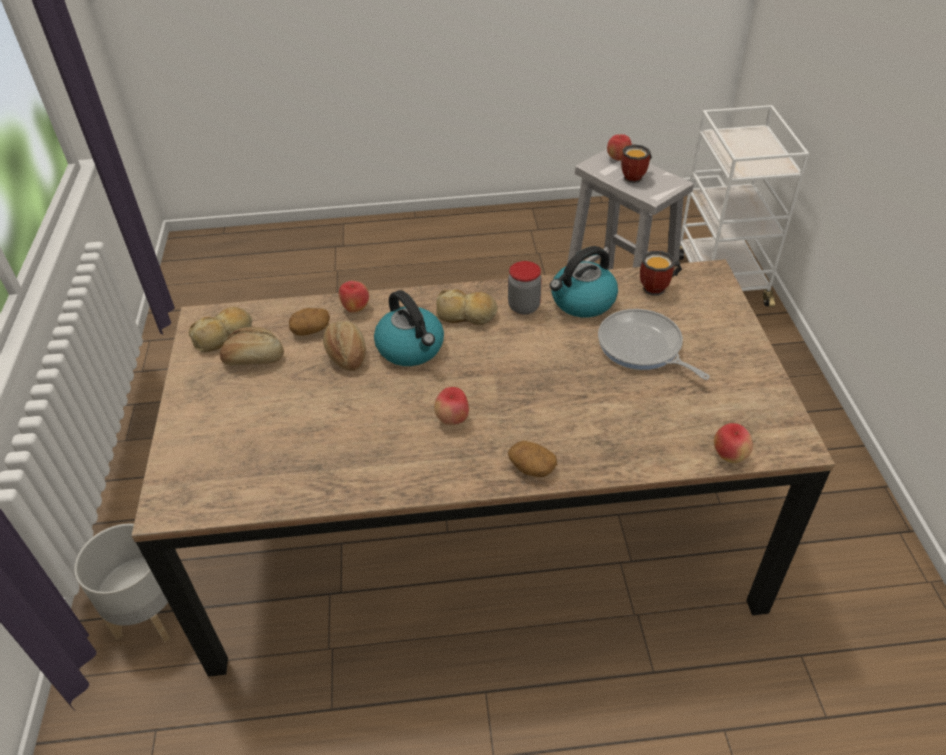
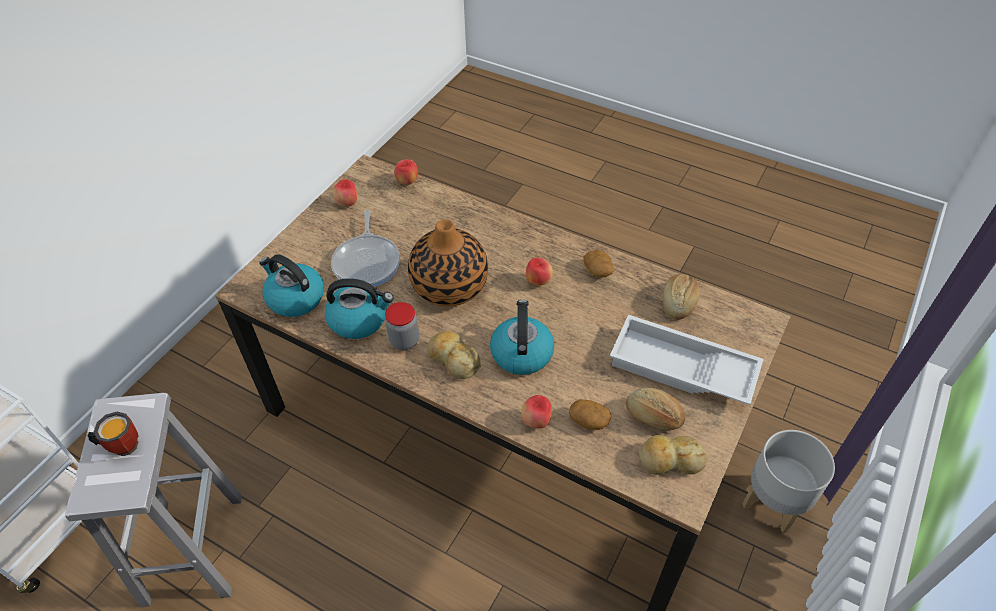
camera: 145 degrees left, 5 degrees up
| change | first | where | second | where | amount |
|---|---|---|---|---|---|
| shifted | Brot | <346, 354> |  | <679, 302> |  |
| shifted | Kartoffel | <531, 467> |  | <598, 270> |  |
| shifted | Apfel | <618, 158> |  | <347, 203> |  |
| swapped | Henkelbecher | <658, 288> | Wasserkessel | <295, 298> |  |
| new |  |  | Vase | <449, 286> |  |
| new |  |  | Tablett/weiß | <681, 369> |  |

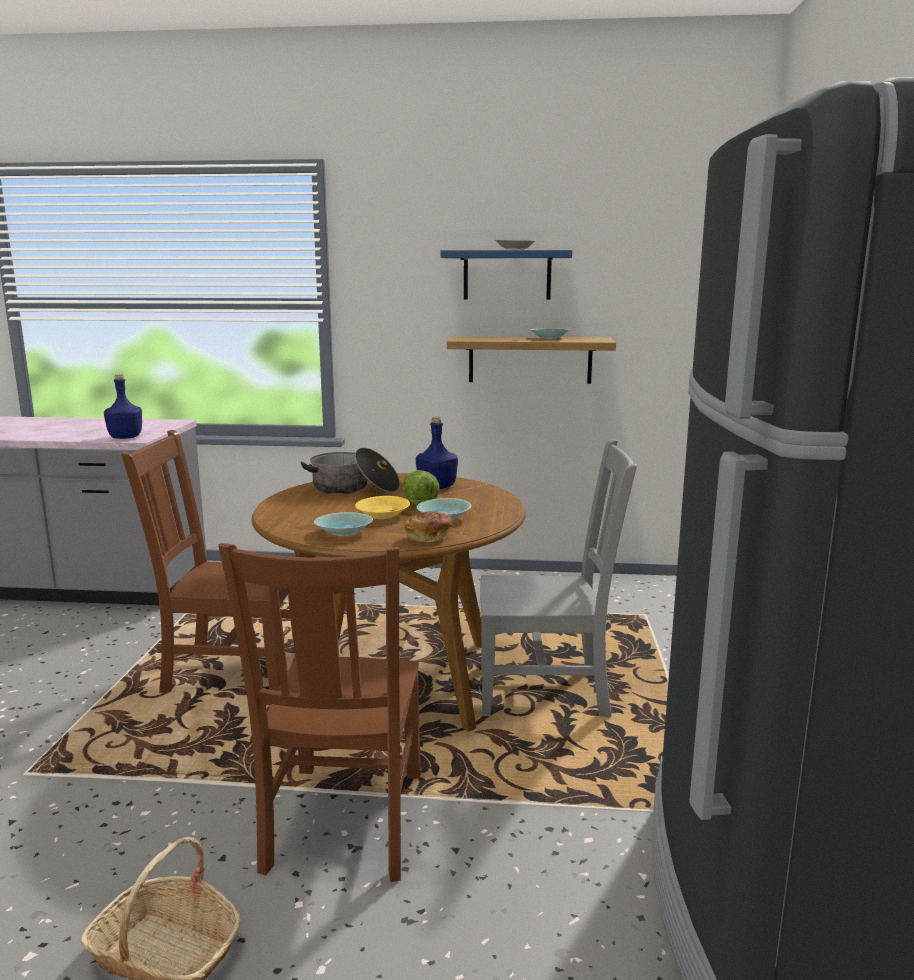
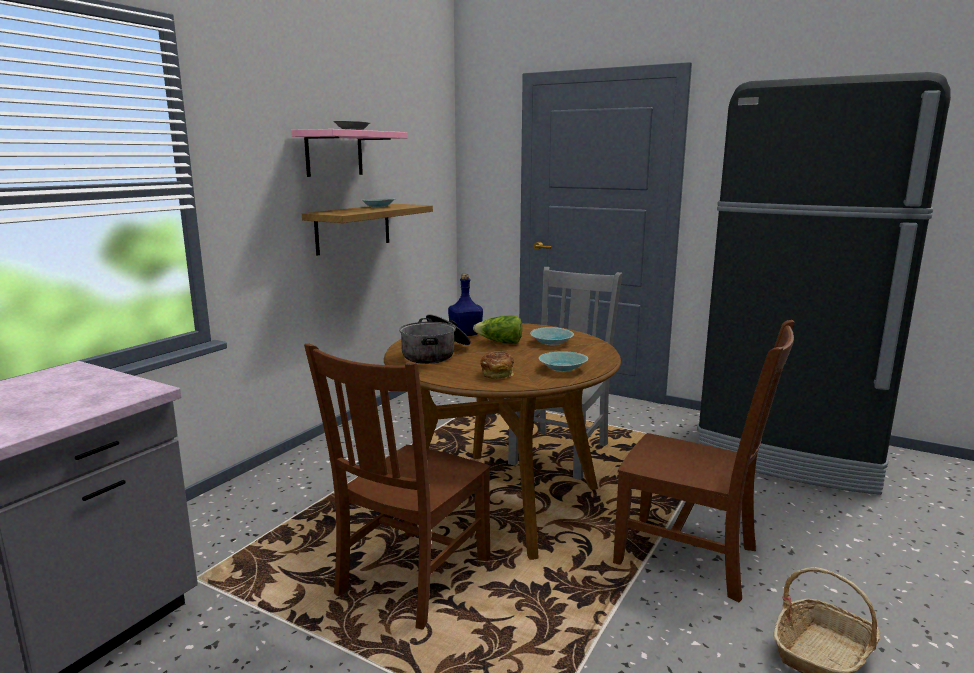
camera: 65 degrees left, 0 degrees up
| change | first | where | second | where | amount |
|---|---|---|---|---|---|
| gone | Flasche/blau | <125, 437> |  |  |  |
| gone | Schüssel/gelb | <384, 516> |  |  |  |
| shifted | Brot | <429, 537> |  | <497, 374> |  |
| repainted | Wandregal/blau | <507, 275> | Wandregal/rosa | <334, 153> |  |

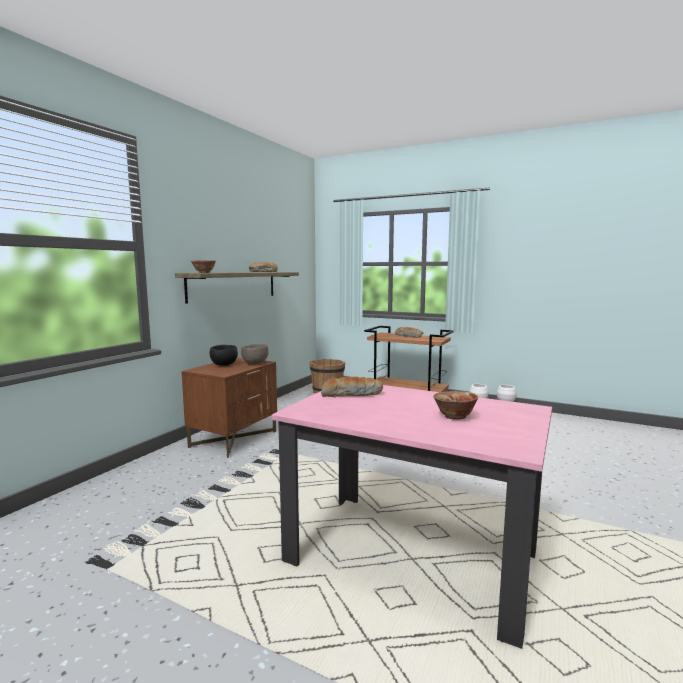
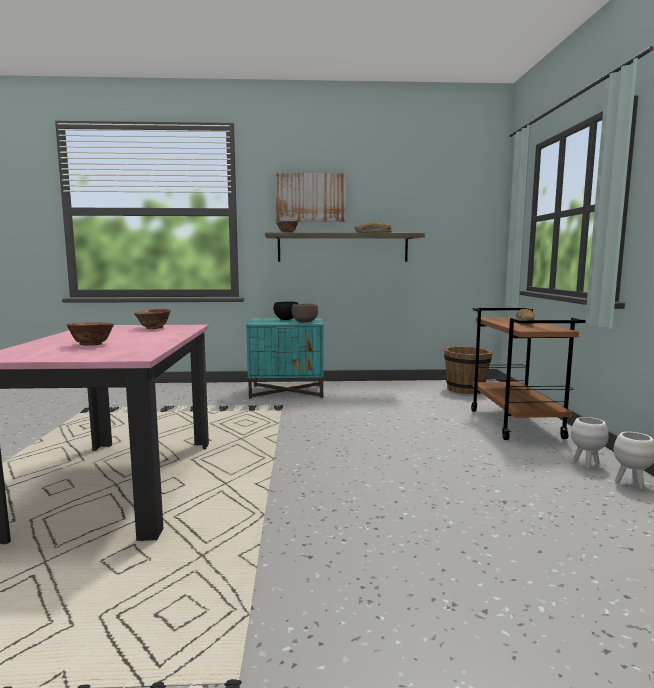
camera: 60 degrees right, 0 degrees up
| change | first | where | second | where | amount |
|---|---|---|---|---|---|
| repainted | Nachttisch/braun | <234, 439> | Nachttisch/türkis | <287, 391> |  |
| swapped | Brot | <352, 394> | Schüssel | <154, 328> |  |
| new |  |  | Bild | <310, 197> |  |

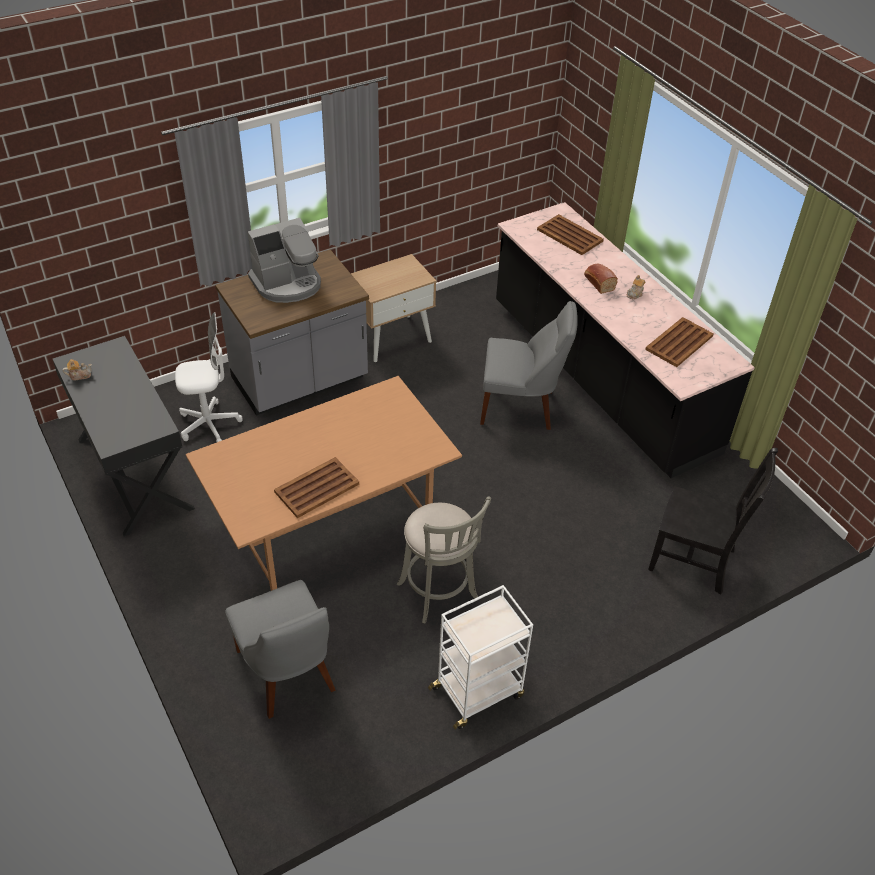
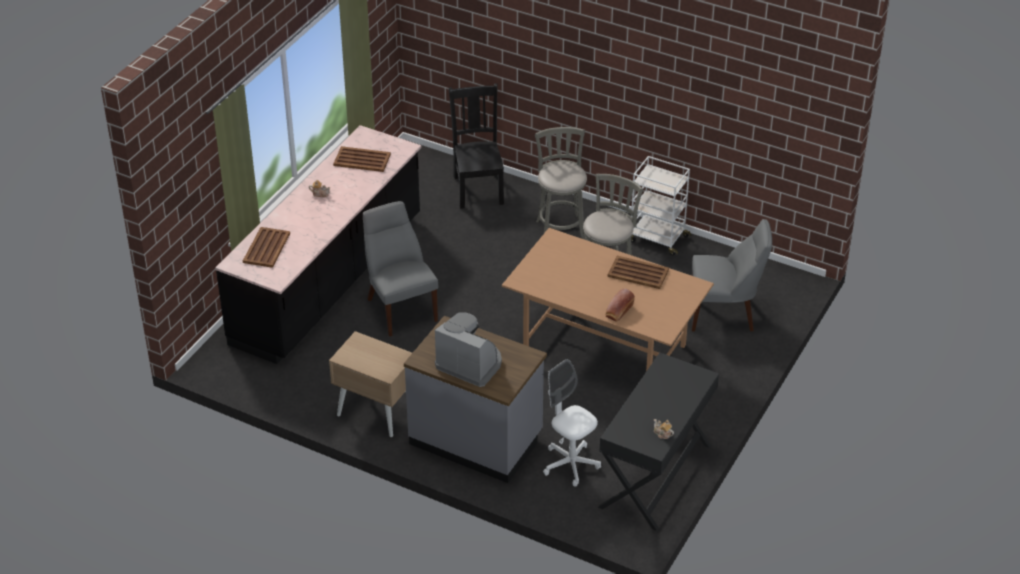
camera: 120 degrees left, 5 degrees down
| change | first | where | second | where | amount |
|---|---|---|---|---|---|
| rotated | Stuhl/grau | <288, 674> |  | <725, 314> | 60 degrees clockwise |
| shifted | Brot | <598, 282> |  | <618, 311> |  |
| new |  |  | Hocker/grau | <560, 229> |  |

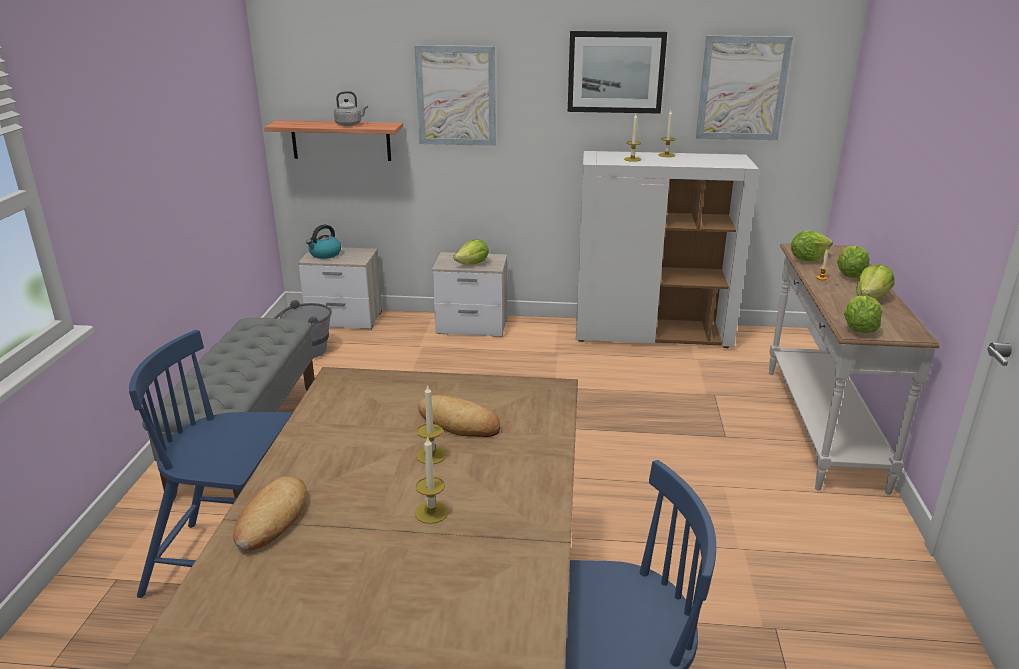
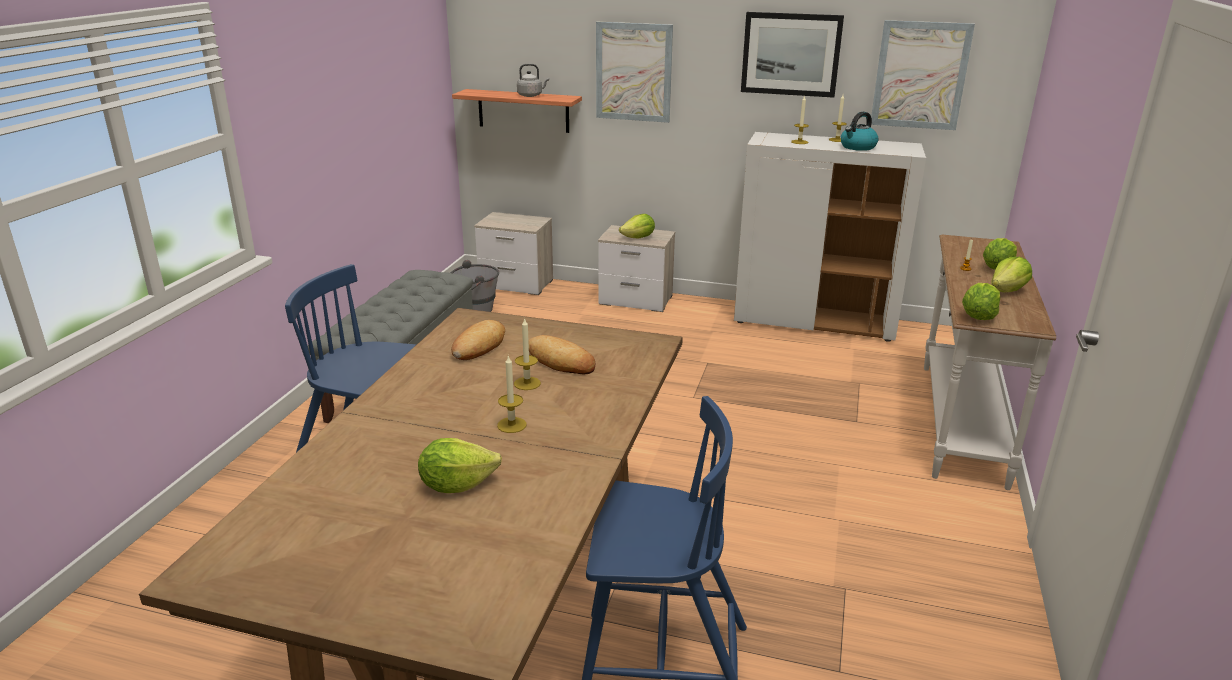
camera: 10 degrees right, 0 degrees up
| change | first | where | second | where | amount |
|---|---|---|---|---|---|
| shifted | Brot | <272, 518> |  | <479, 346> |  |
| shifted | Wasserkessel | <325, 254> |  | <857, 147> |  |
| shifted | Salatkopf | <807, 259> |  | <456, 484> |  |

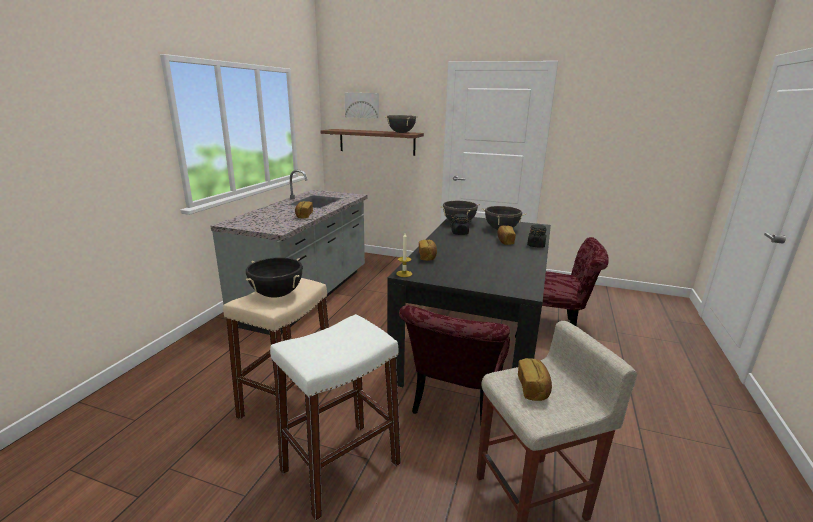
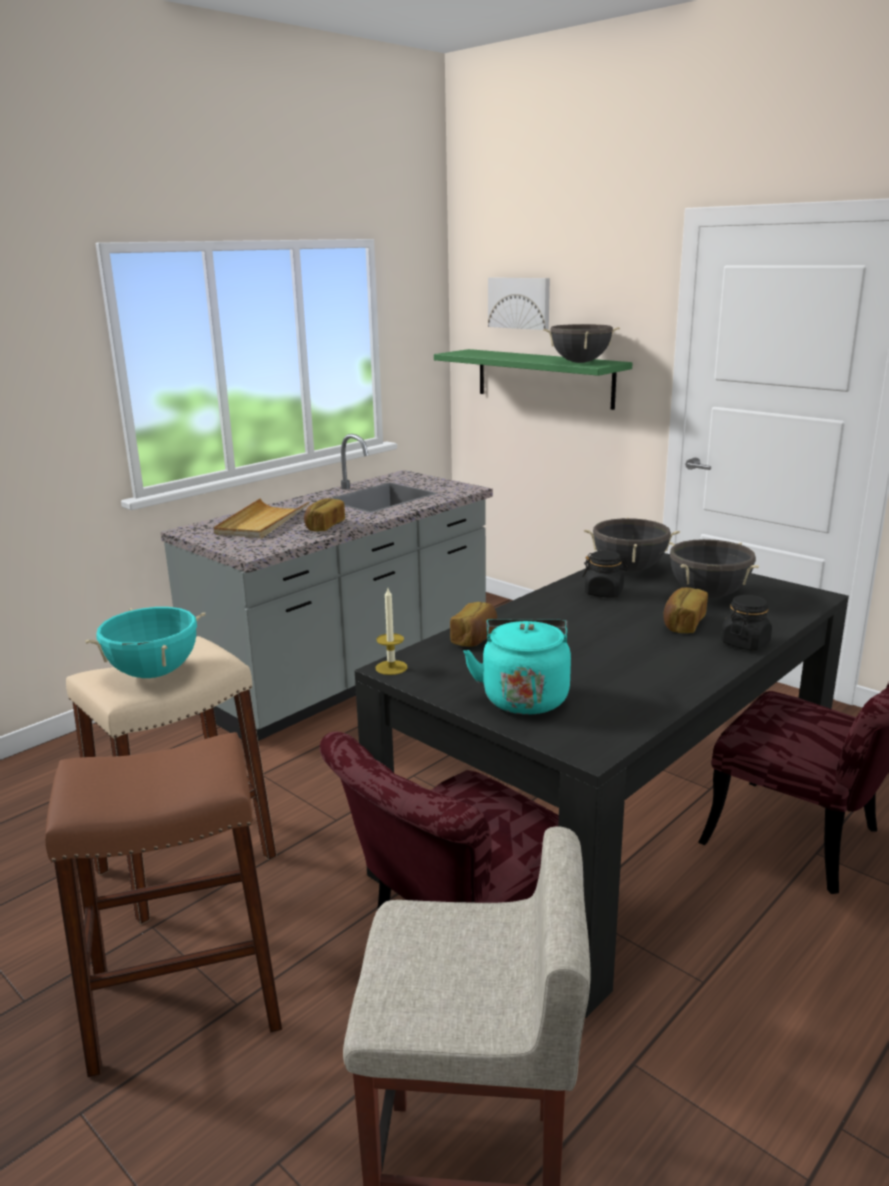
camera: 25 degrees right, 0 degrees up
| change | first | where | second | where | amount |
|---|---|---|---|---|---|
| repainted | Kochtopf/schwarz | <277, 294> | Kochtopf/türkis | <154, 673> |  |
| repainted | Hocker/weiß | <341, 466> | Hocker/braun | <186, 1002> |  |
| repainted | Wandregal/braun | <377, 142> | Wandregal/grün | <544, 378> |  |
| gone | Brot | <533, 389> |  |  |  |
| new |  |  | Tablett/beige | <262, 522> |  |
| new |  |  | Wasserkessel/türkis | <524, 697> |  |

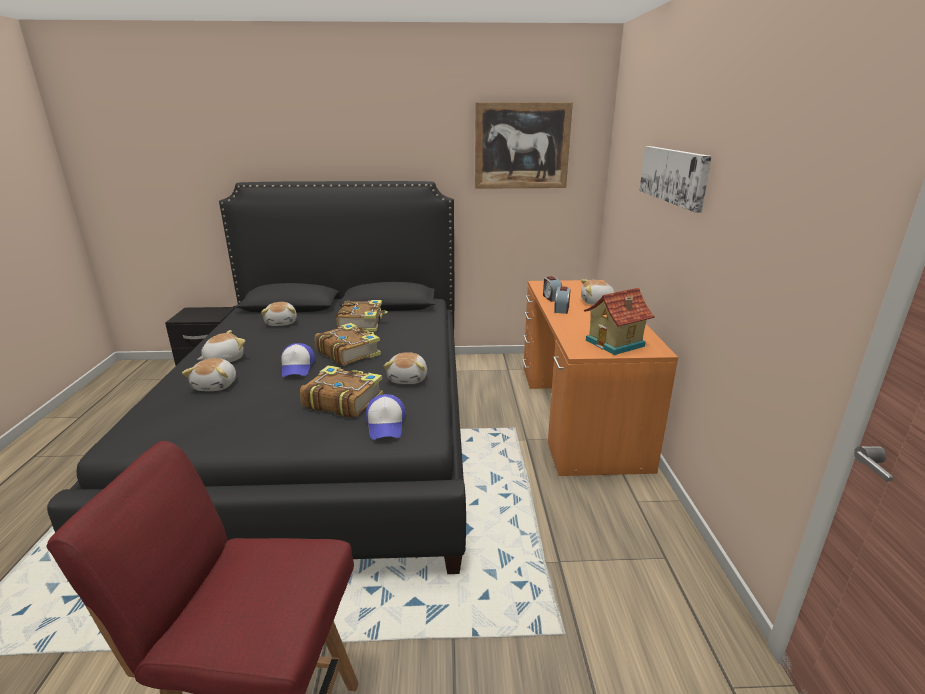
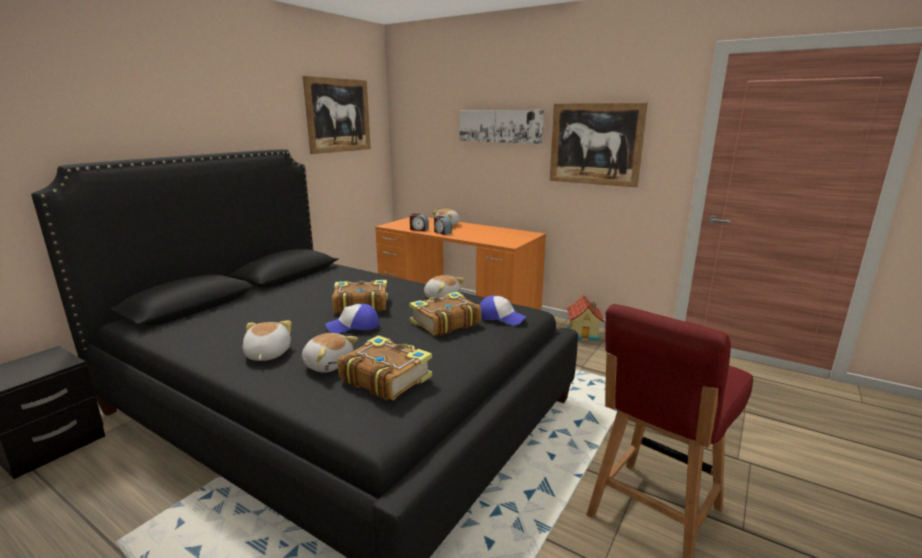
camera: 55 degrees left, 5 degrees down
| change | first | where | second | where | amount |
|---|---|---|---|---|---|
| gone | Plüschtier | <282, 322> |  |  |  |
| rotated | Kappe | <297, 367> |  | <353, 326> | 135 degrees clockwise |
| shifted | Buch | <362, 323> |  | <385, 378> |  |
| shifted | Spielzeughaus | <616, 344> |  | <584, 334> |  |
| new |  |  | Bild | <595, 144> |  |

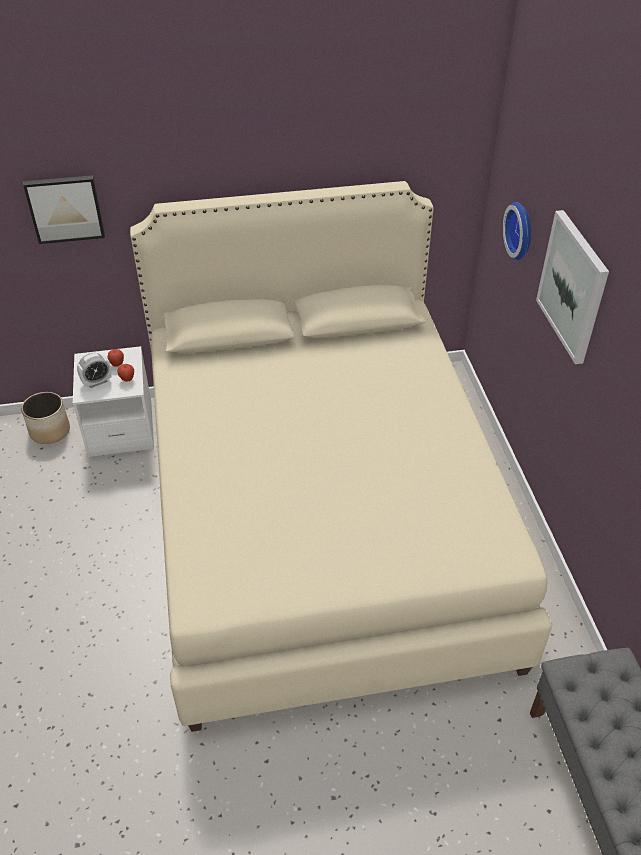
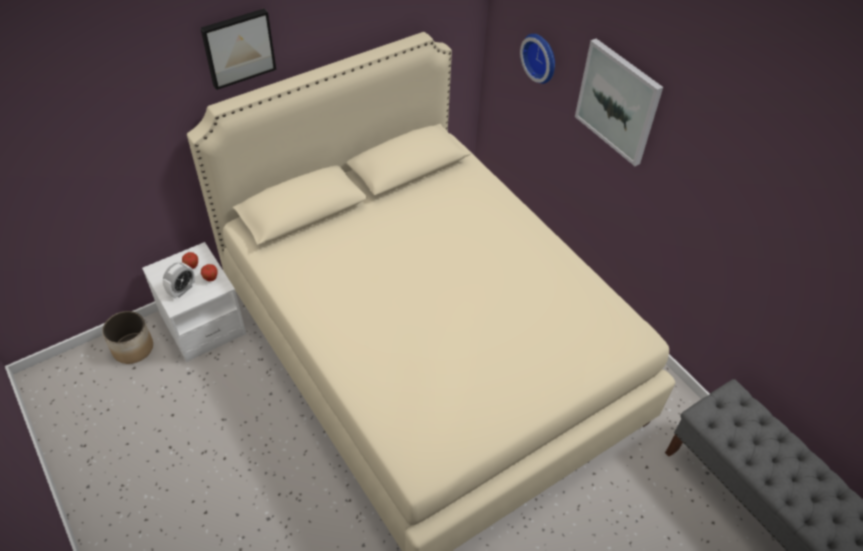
camera: 25 degrees left, 5 degrees up
| change | first | where | second | where | amount |
|---|---|---|---|---|---|
| shifted | Bild | <65, 208> |  | <238, 47> |  |

